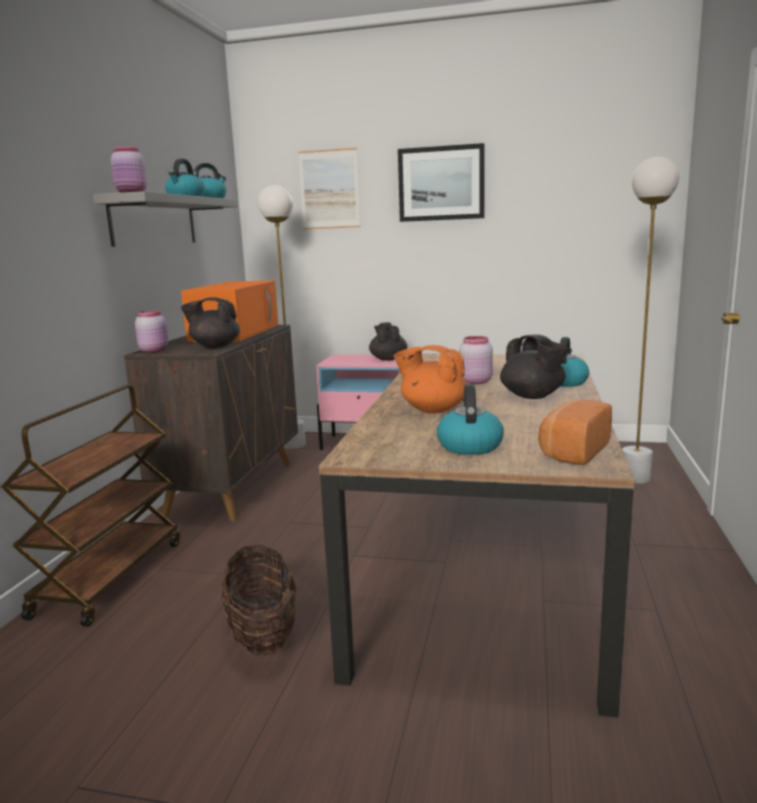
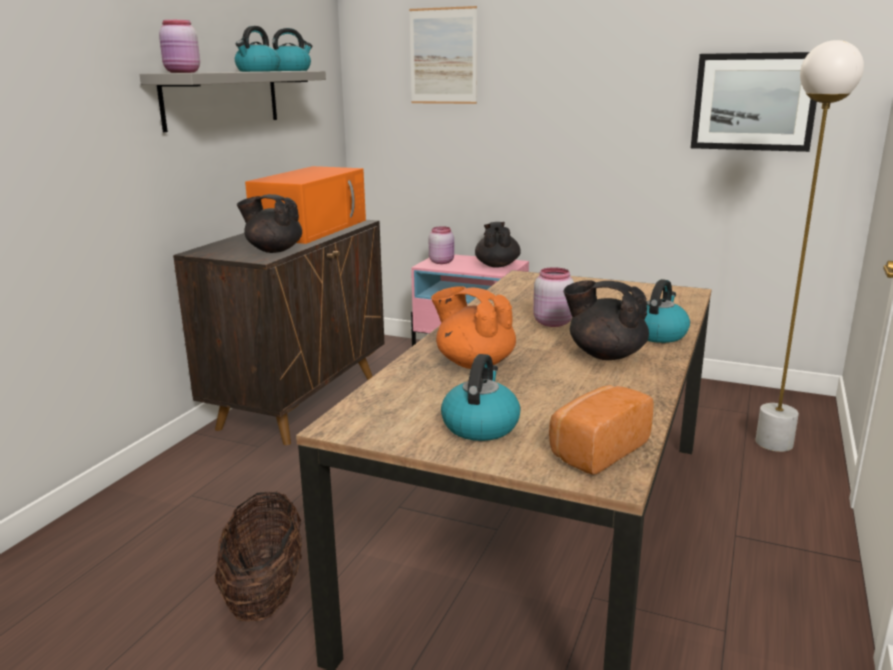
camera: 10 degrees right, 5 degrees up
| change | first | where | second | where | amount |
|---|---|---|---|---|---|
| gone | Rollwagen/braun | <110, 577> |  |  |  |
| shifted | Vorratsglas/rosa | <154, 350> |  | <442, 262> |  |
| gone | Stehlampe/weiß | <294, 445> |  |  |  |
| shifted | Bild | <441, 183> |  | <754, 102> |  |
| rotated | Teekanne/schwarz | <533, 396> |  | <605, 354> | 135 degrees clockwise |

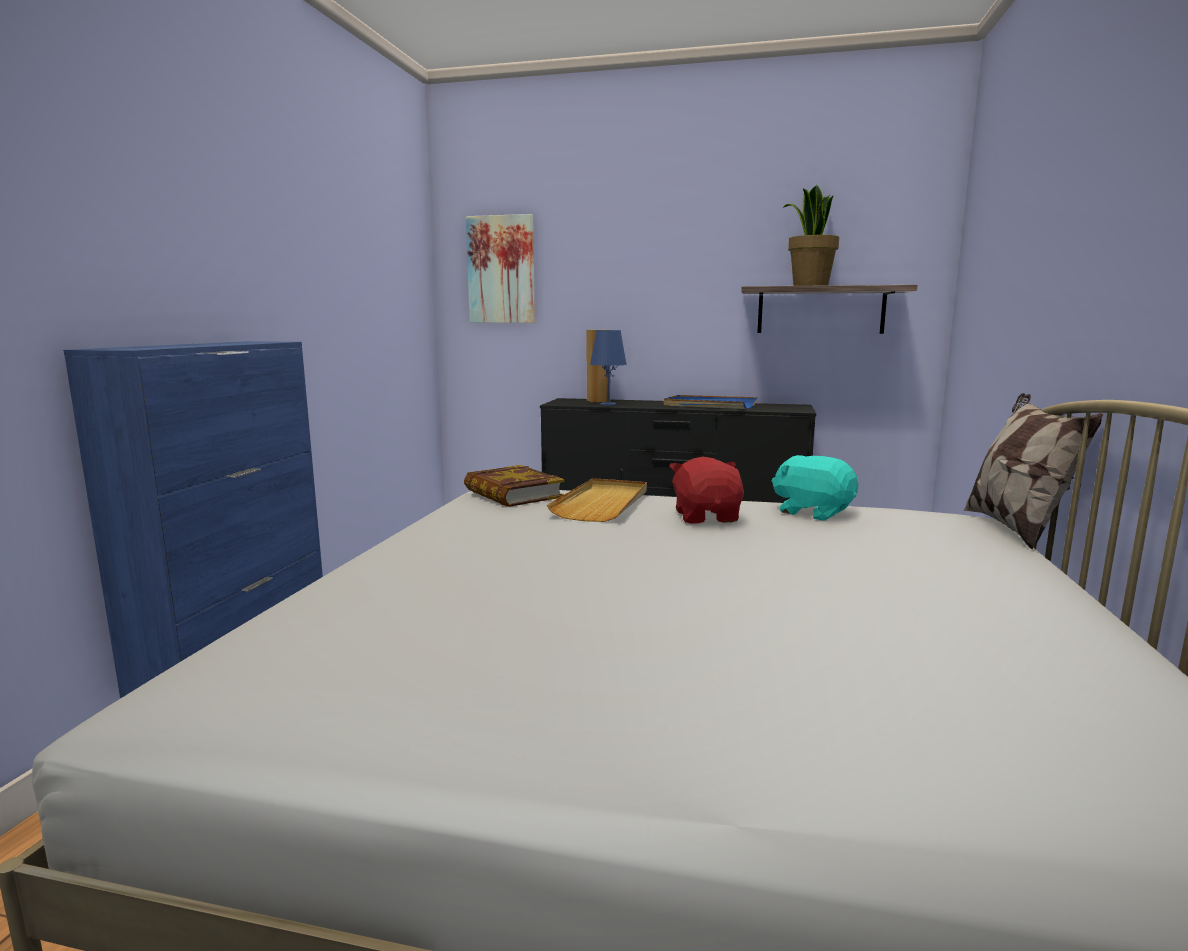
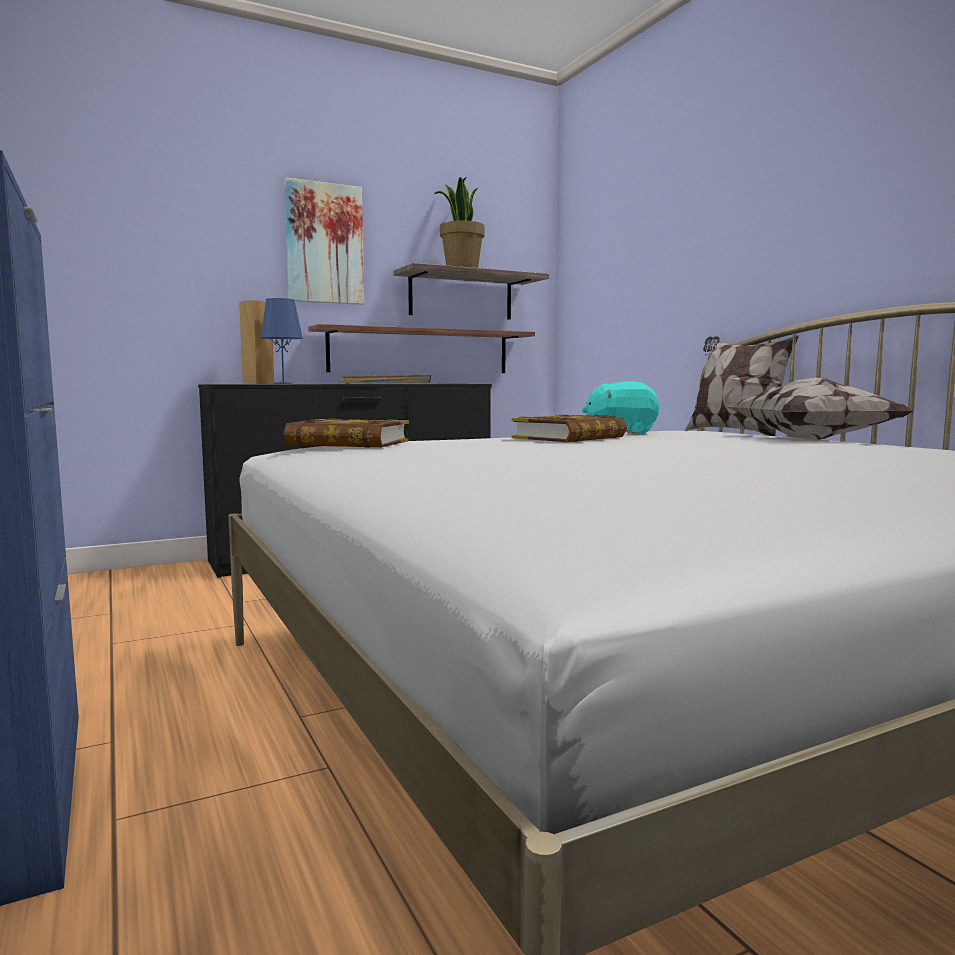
camera: 40 degrees left, 5 degrees down
| change | first | where | second | where | amount |
|---|---|---|---|---|---|
| shifted | Bild | <501, 270> |  | <324, 244> |  |
| gone | Tablett/beige | <602, 504> |  |  |  |
| swapped | Plüschtier/rot | <707, 517> | Buch | <570, 438> |  |
| new |  |  | Wandregal | <420, 351> |  |
| new |  |  | Kissen | <812, 439> |  |

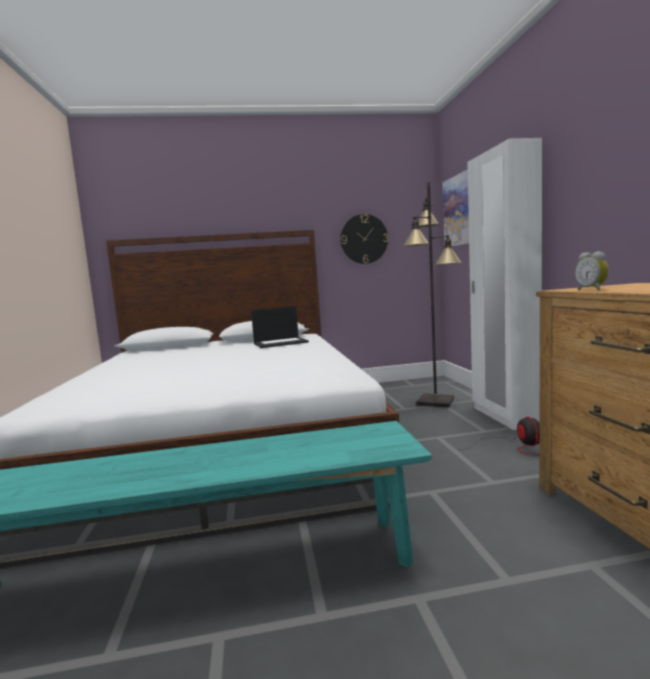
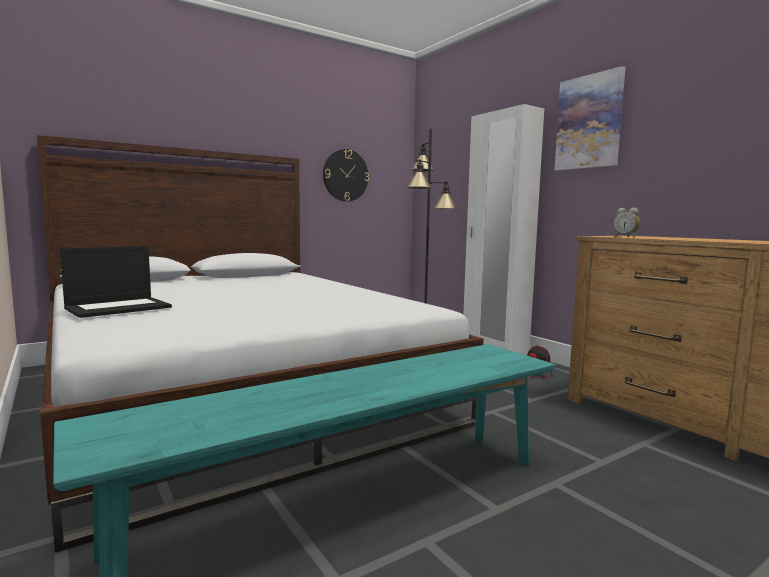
camera: 25 degrees left, 0 degrees up
| change | first | where | second | where | amount |
|---|---|---|---|---|---|
| shifted | Laptop | <281, 343> |  | <119, 307> |  |
| shifted | Bild | <458, 211> |  | <589, 122> |  |

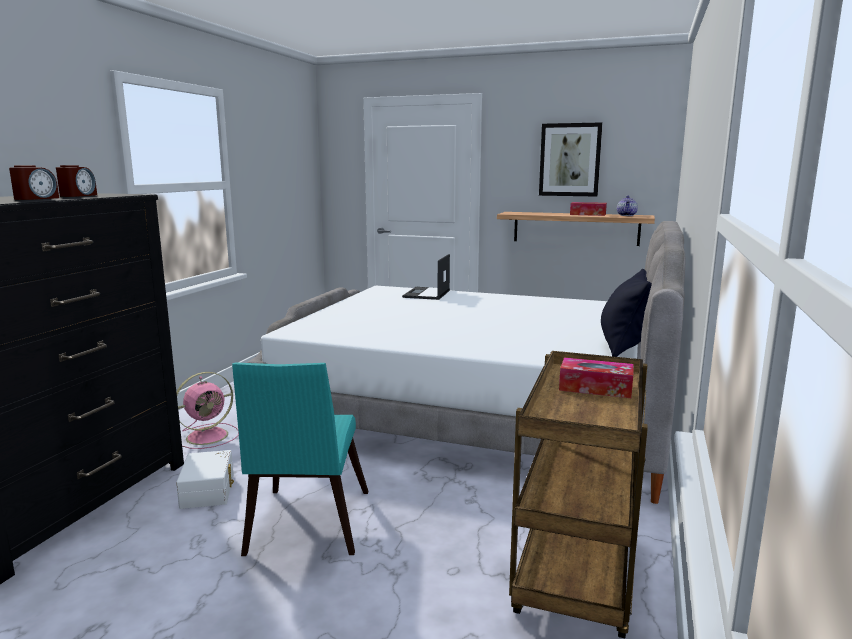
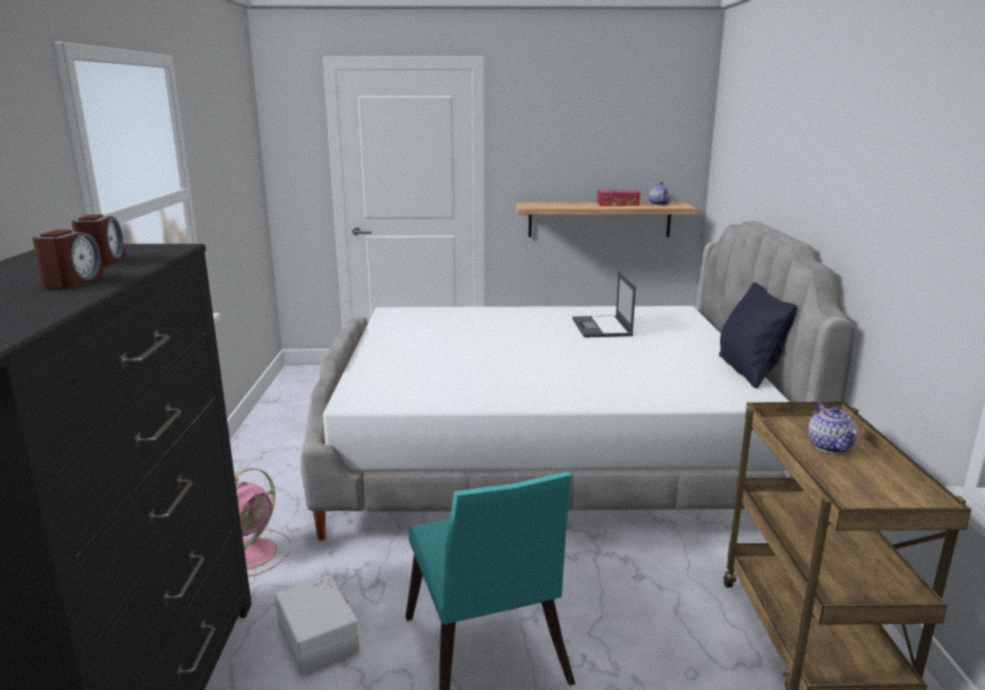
camera: 20 degrees left, 5 degrees up
| change | first | where | second | where | amount |
|---|---|---|---|---|---|
| shifted | Laptop | <426, 294> |  | <602, 327> |  |
| gone | Bild | <570, 160> |  |  |  |
| swapped | Taschentuchbox | <595, 388> | Teekanne | <830, 446> |  |

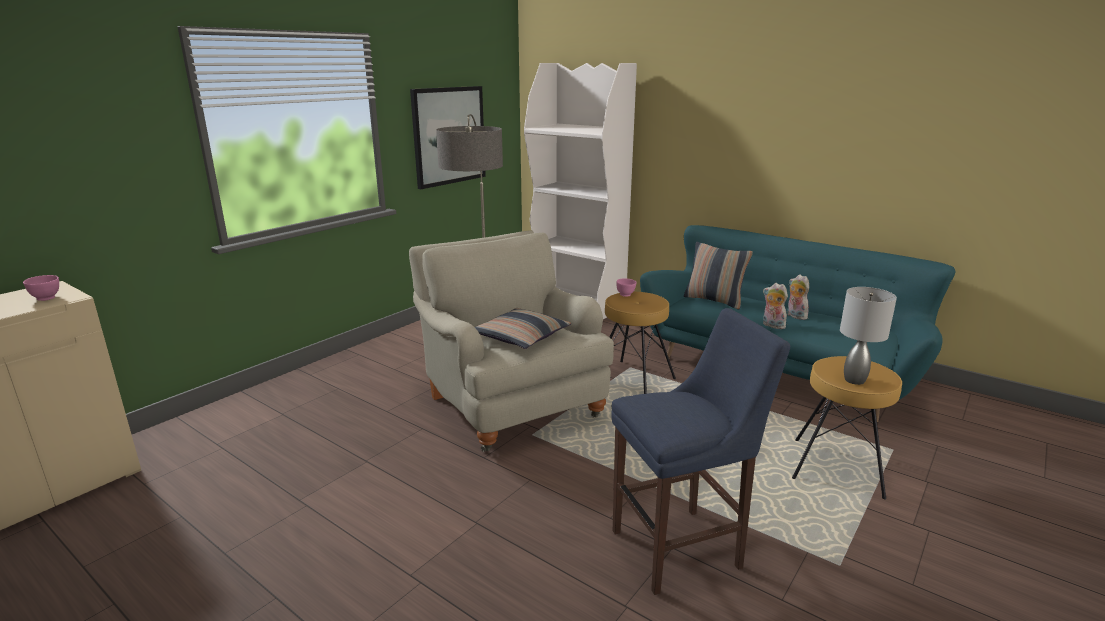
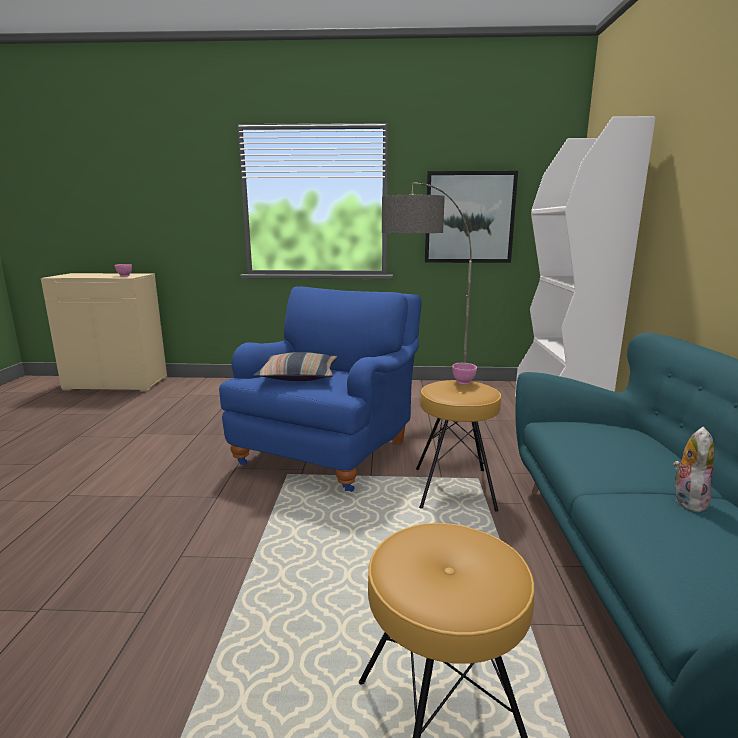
camera: 55 degrees right, 5 degrees down
| change | first | where | second | where | amount |
|---|---|---|---|---|---|
| repainted | Sessel/beige | <510, 403> | Sessel/blau | <329, 449> |  |
| gone | Hocker/blau | <682, 548> |  |  |  |
| gone | Kissen | <714, 300> |  |  |  |
| gone | Plüschtier | <772, 325> |  |  |  |
| gone | Tischlampe/grau | <855, 380> |  |  |  |

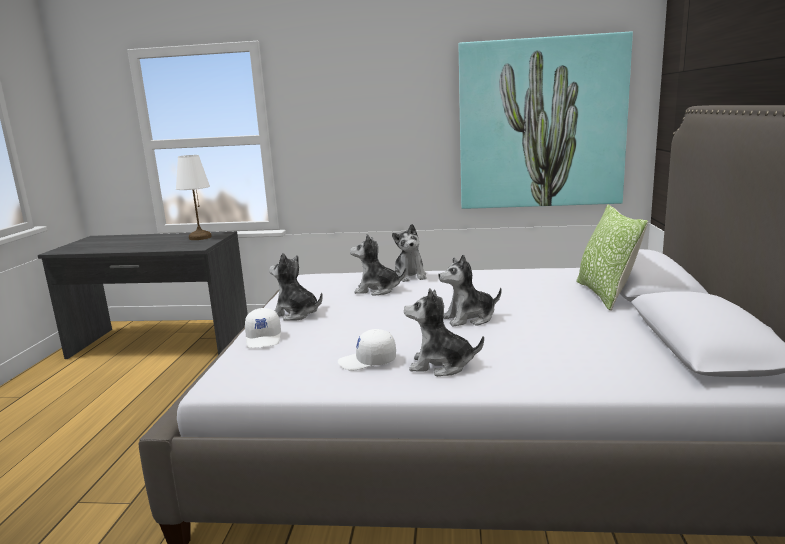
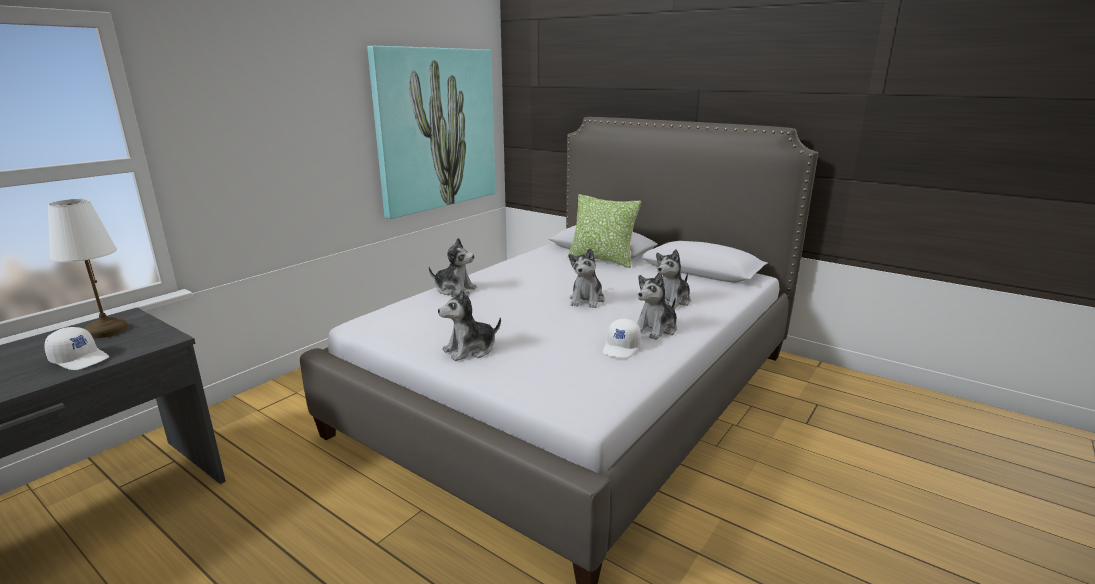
camera: 60 degrees left, 5 degrees up
| change | first | where | second | where | amount |
|---|---|---|---|---|---|
| shifted | Kappe/weiß | <264, 339> |  | <81, 359> |  |
| shifted | Plüschtier | <377, 290> |  | <672, 301> |  |

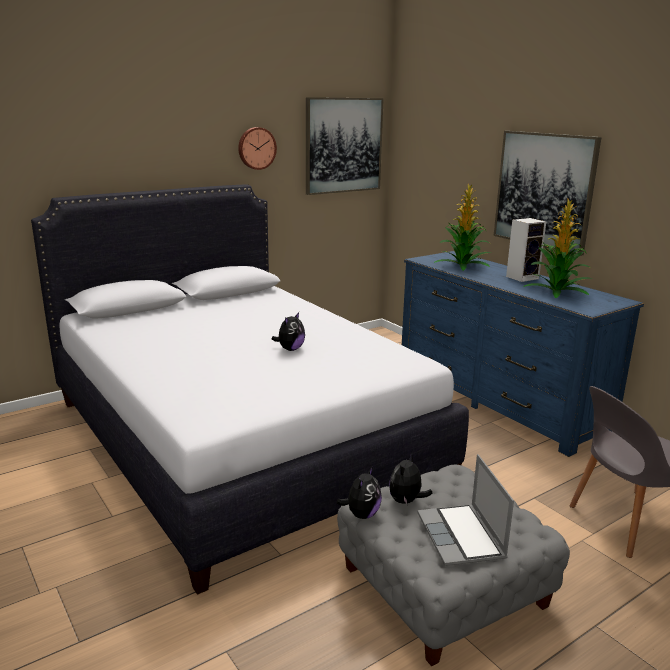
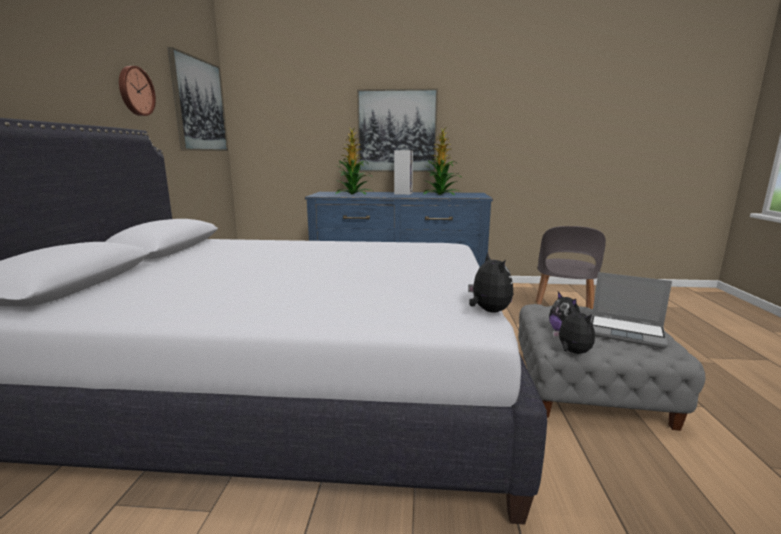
camera: 50 degrees left, 5 degrees down
| change | first | where | second | where | amount |
|---|---|---|---|---|---|
| shifted | Plüschtier | <290, 349> |  | <488, 311> |  |

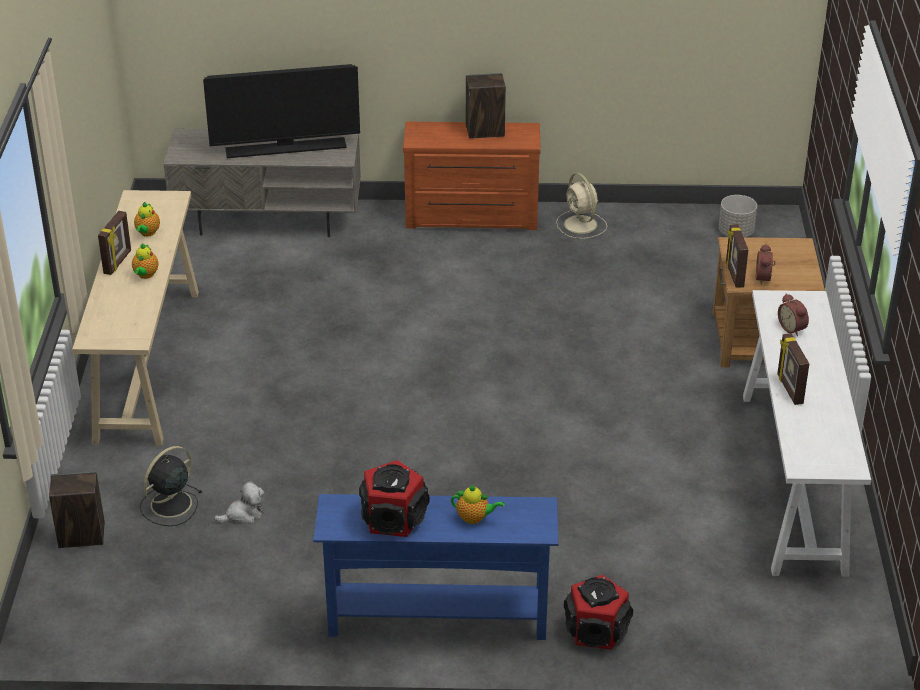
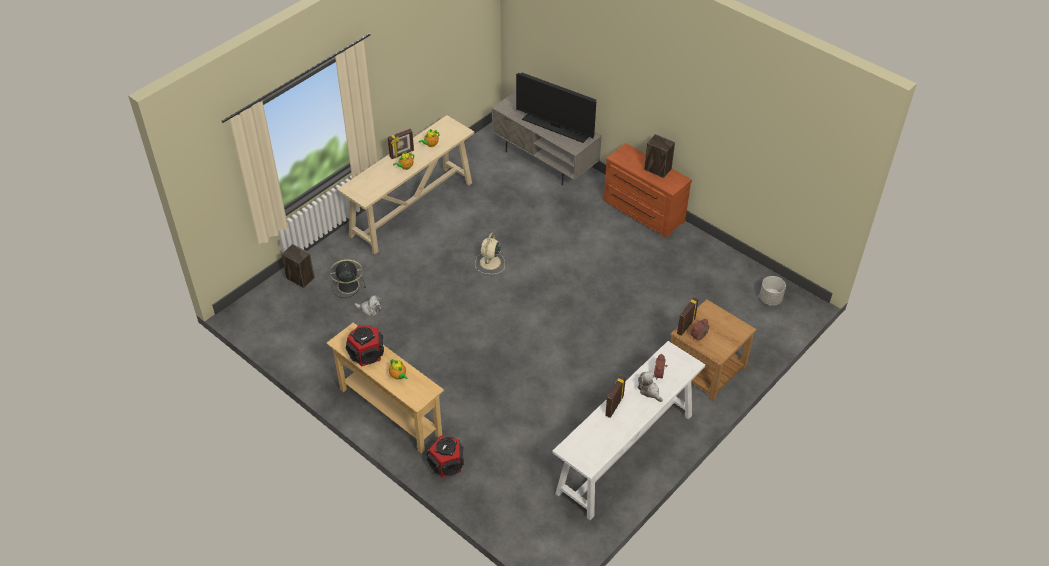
camera: 40 degrees right, 10 degrees up
| change | first | where | second | where | amount |
|---|---|---|---|---|---|
| repainted | Konsolentisch/blau | <437, 619> | Konsolentisch/beige | <390, 412> |  |
| shifted | Ventilator/beige | <581, 225> |  | <490, 263> |  |
| new |  |  | Plüschtier | <649, 391> |  |

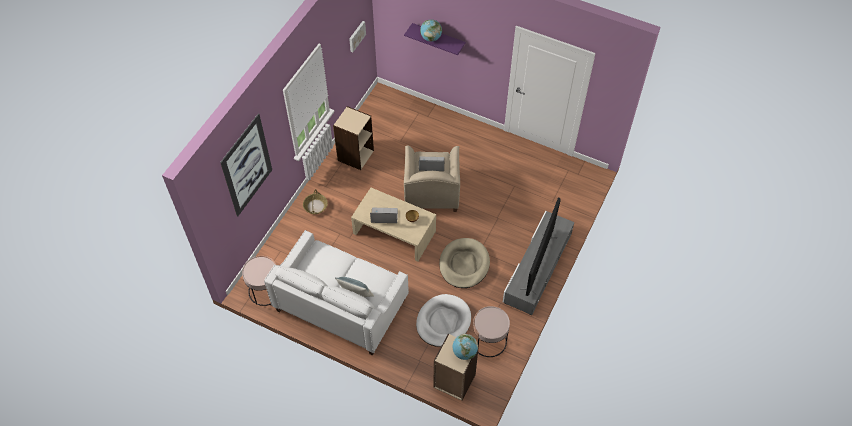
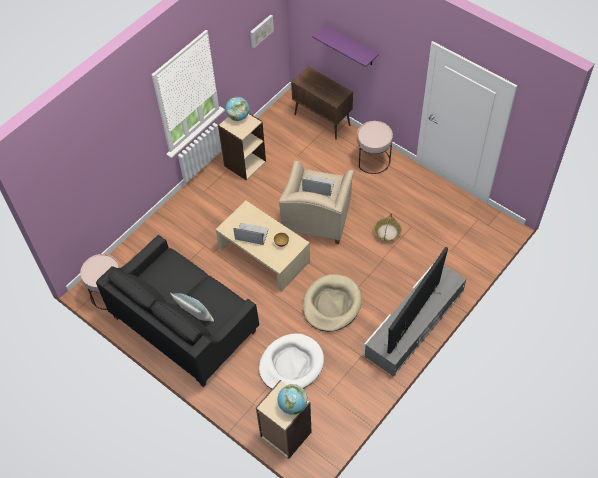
camera: 15 degrees right, 0 degrees up
| change | first | where | second | where | amount |
|---|---|---|---|---|---|
| gone | Bild | <247, 166> |  |  |  |
| repainted | Sofa/weiß | <341, 305> | Sofa/schwarz | <185, 324> |  |
| shifted | Korb | <315, 206> |  | <387, 232> |  |
| shifted | Globus | <431, 38> |  | <238, 116> |  |
| shifted | Beistelltisch/rosa | <489, 341> |  | <373, 160> |  |
| new |  |  | Schrank/braun | <322, 120> |  |

